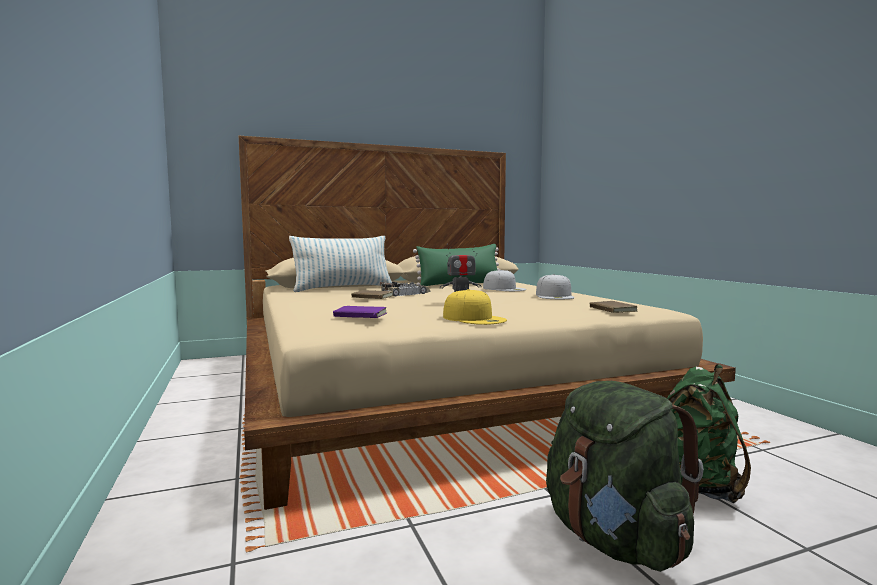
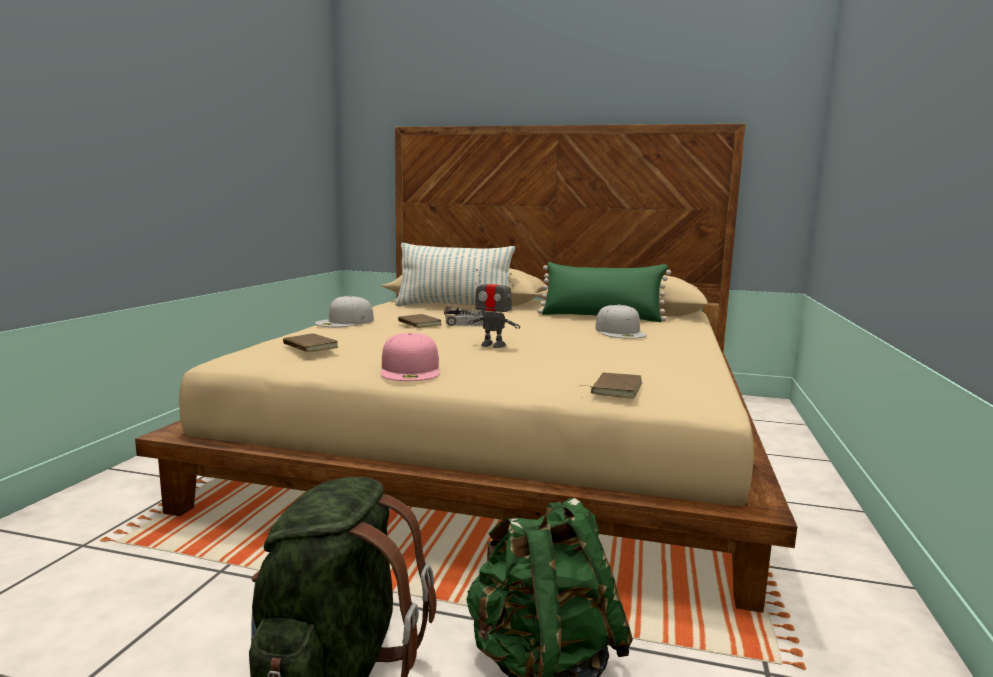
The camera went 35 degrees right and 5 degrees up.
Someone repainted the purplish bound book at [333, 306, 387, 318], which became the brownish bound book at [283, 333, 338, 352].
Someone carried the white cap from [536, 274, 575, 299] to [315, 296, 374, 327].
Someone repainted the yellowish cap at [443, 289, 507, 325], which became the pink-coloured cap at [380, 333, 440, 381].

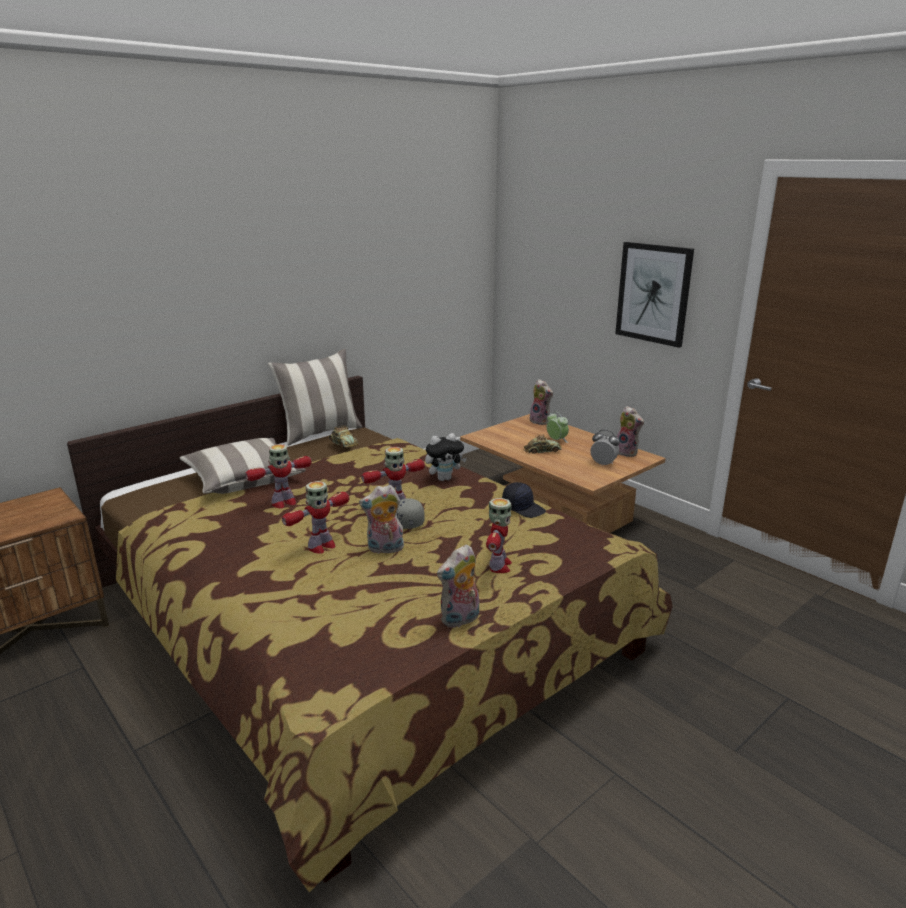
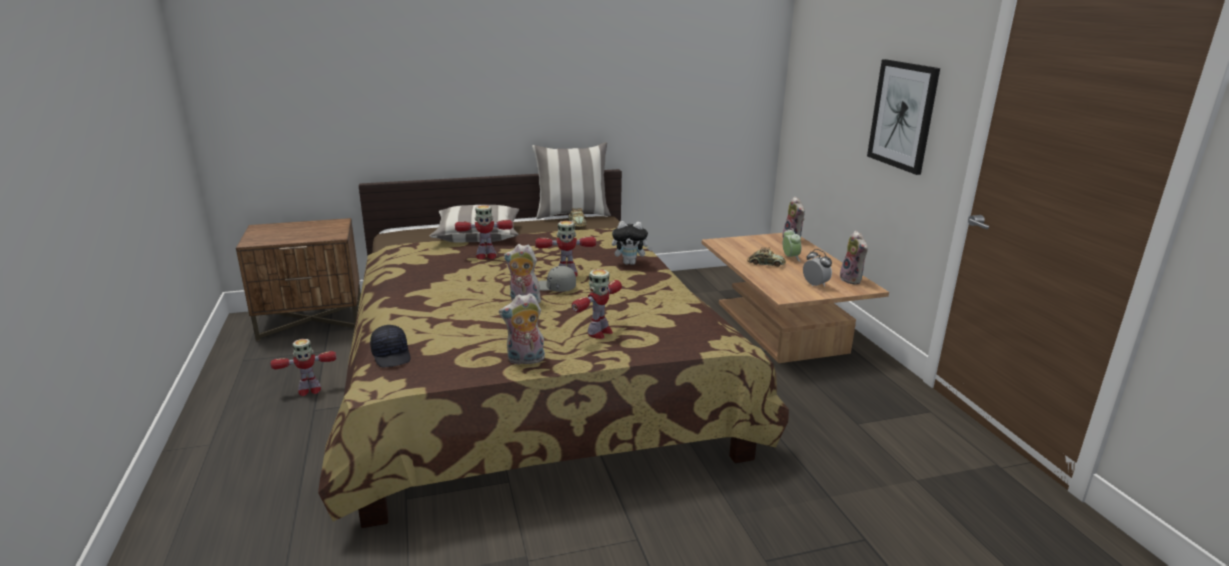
The camera went 25 degrees right and 0 degrees up.
Someone carried the robot figure from [282, 481, 349, 554] to [271, 339, 337, 396].
Someone carried the black-coloured cap from [502, 482, 546, 518] to [370, 325, 410, 368].

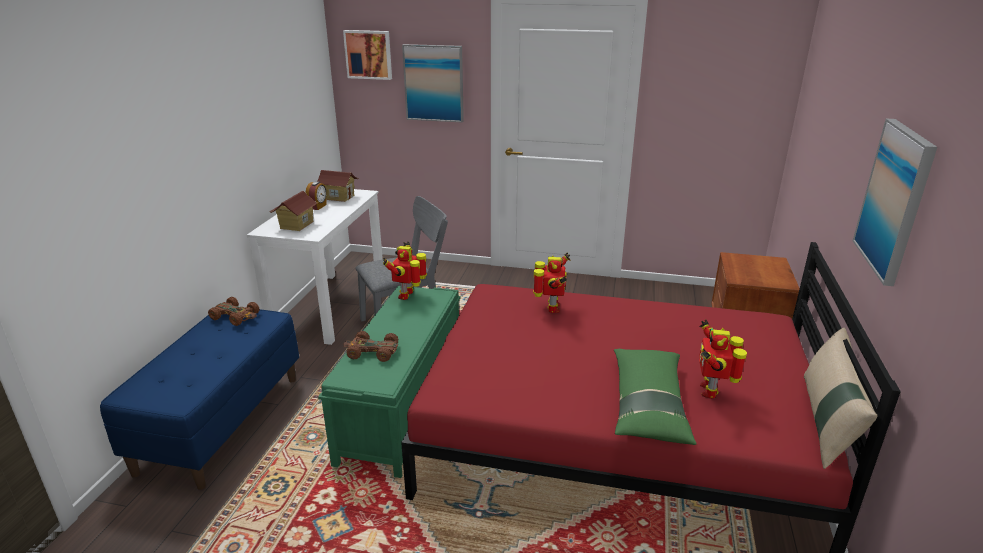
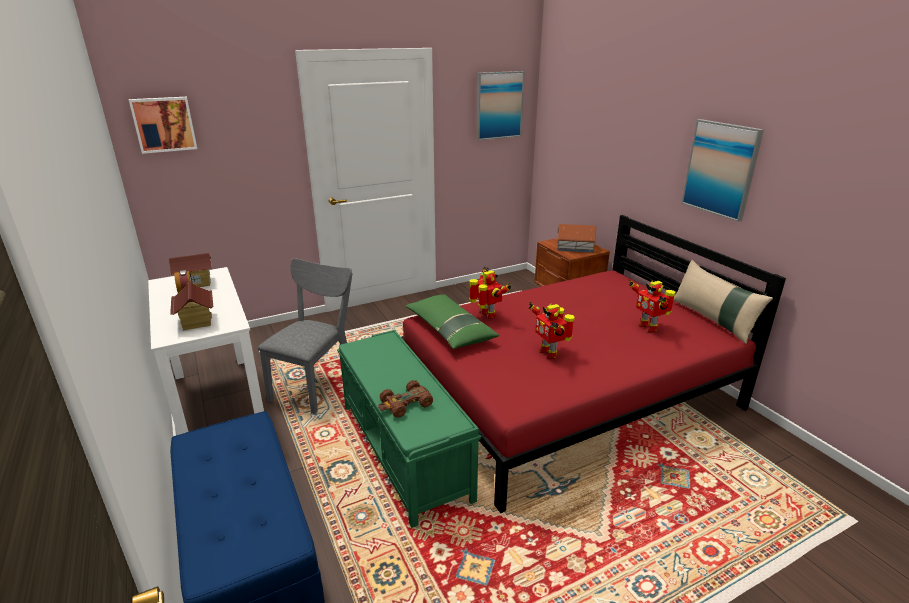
The camera went 40 degrees left and 0 degrees up.
Someone carried the greenish cushion from [614, 349, 697, 445] to [405, 294, 499, 349].
Someone carried the wall art from [402, 44, 464, 122] to [476, 71, 525, 140].
Someone carried the robot figure from [383, 242, 427, 300] to [529, 302, 575, 359].
Someone put down the model house at [557, 224, 596, 253].
Someone took away the brownish miniature car at [208, 297, 259, 326].

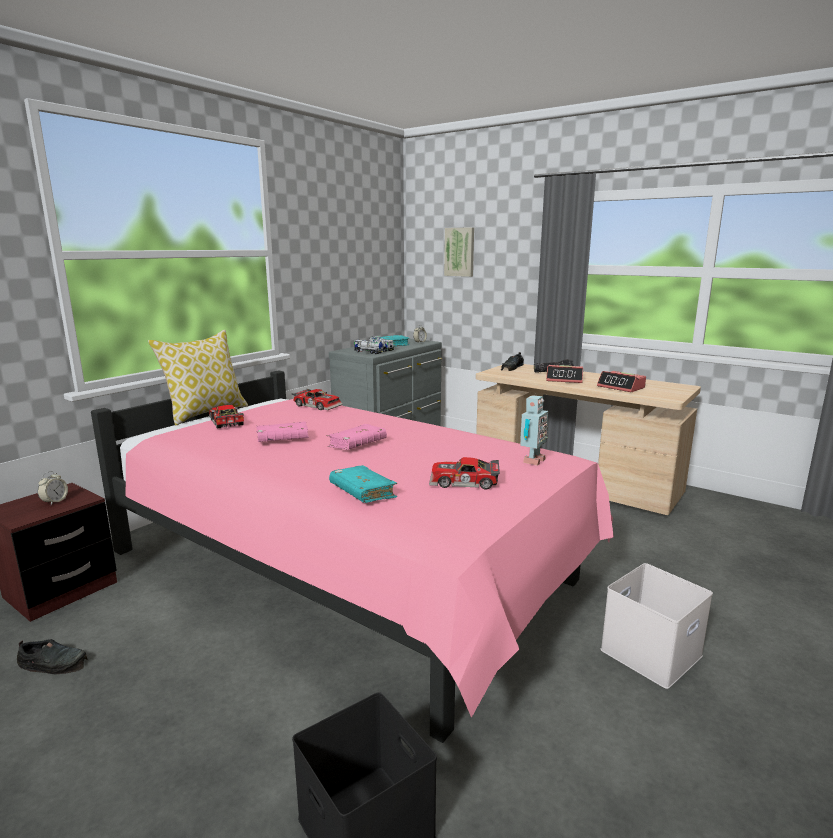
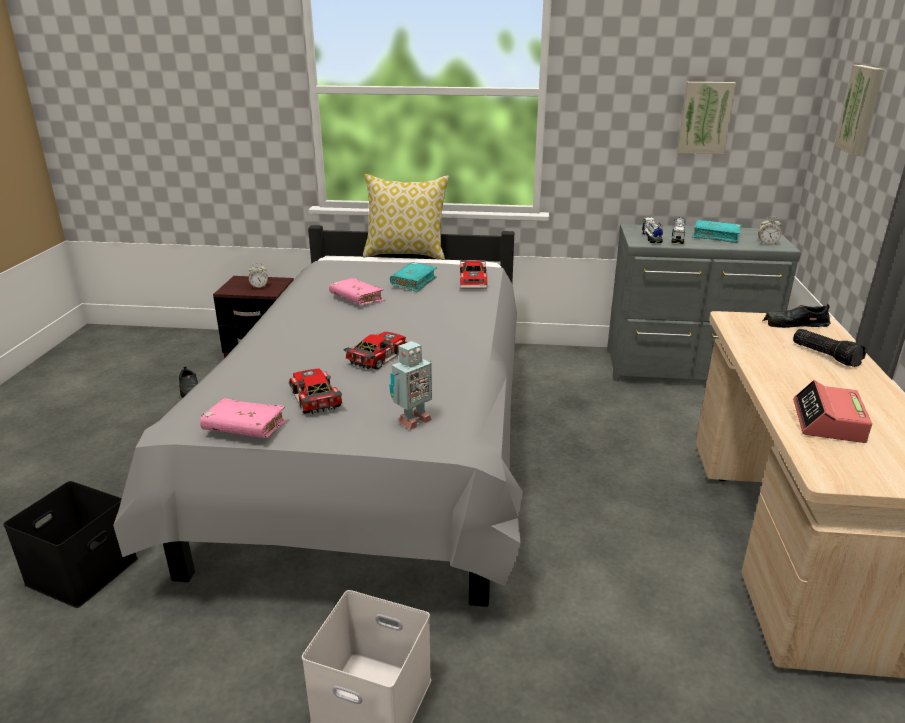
The camera went 60 degrees right and 10 degrees up.
Someone repainted the pink-coloured bedroom bed at [91, 370, 614, 743], which became the grey bedroom bed at [113, 225, 523, 607].
Someone carried the pink-coloured bound book from [327, 424, 387, 450] to [200, 398, 287, 438].
Someone carried the miniature car from [209, 405, 244, 429] to [343, 332, 407, 370].
Someone rotated the robot figure at [520, 395, 548, 466] by 45 degrees counterclockwise.
Someone carried the turquoise bound book from [329, 465, 397, 503] to [390, 262, 437, 292].
Someone put up the wall art at [677, 82, 736, 154].
Someone took away the bedside clock at [546, 365, 583, 383].

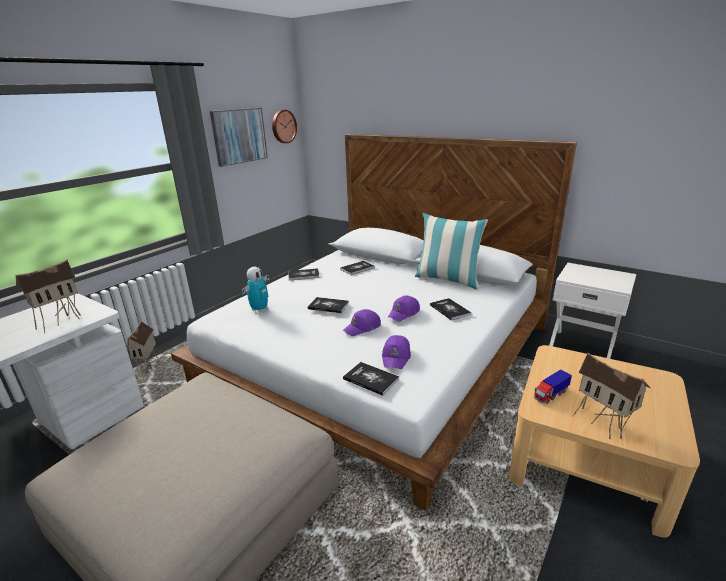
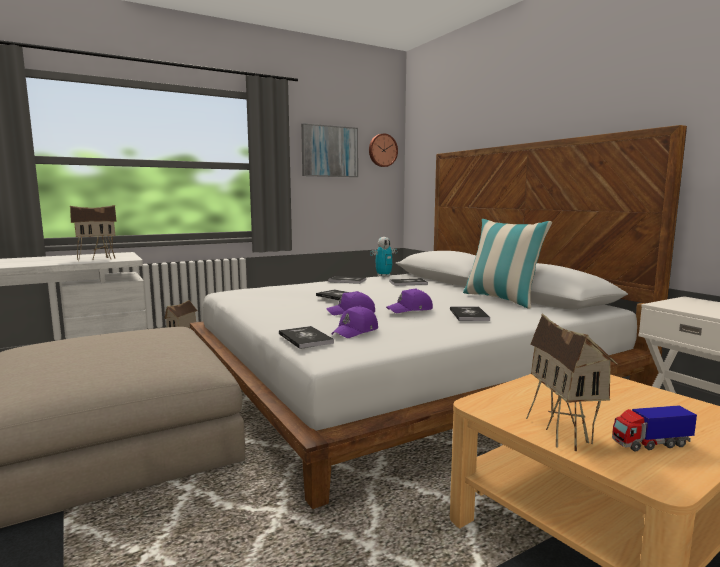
The camera went 25 degrees right and 15 degrees down.
Someone carried the robot figure from [242, 267, 269, 312] to [370, 237, 397, 277].
Someone carried the toy lorry from [534, 369, 572, 404] to [612, 406, 697, 452].

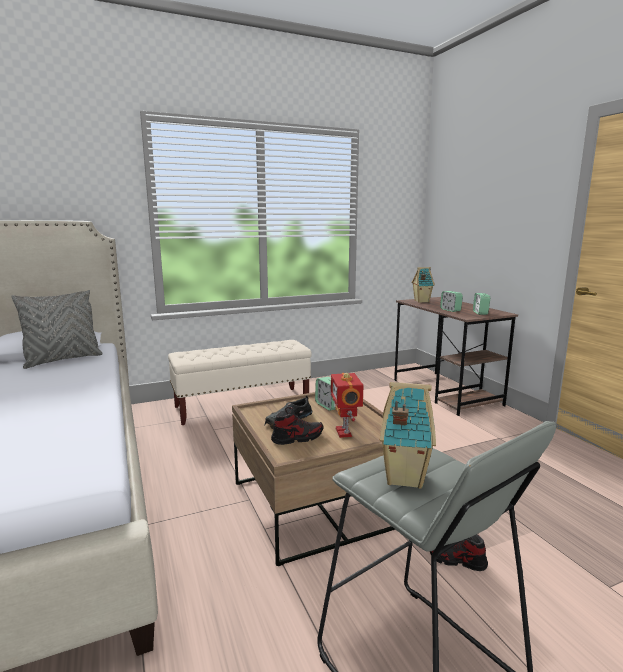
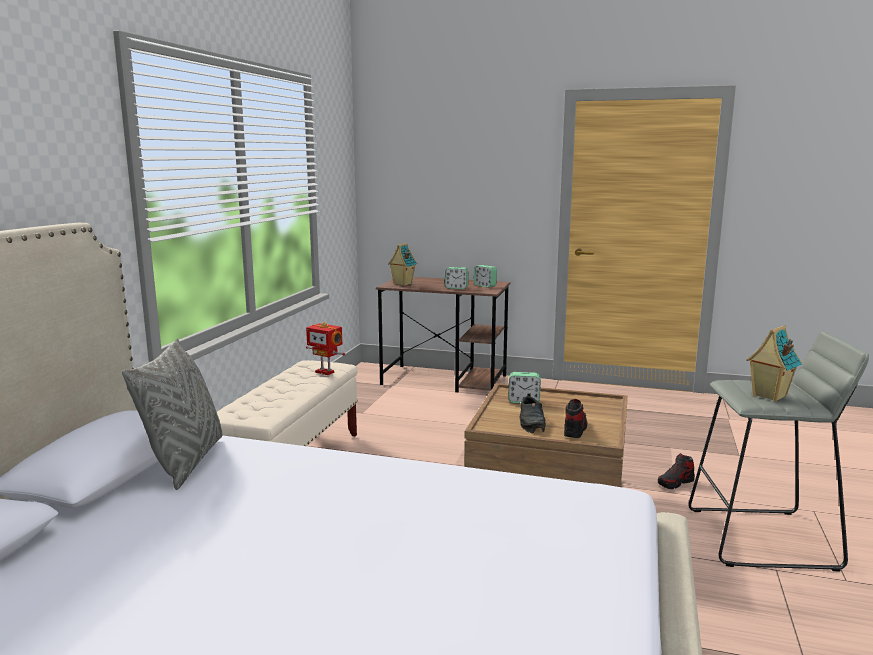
The camera went 50 degrees left and 0 degrees up.
Someone carried the robot figure from [331, 373, 364, 438] to [306, 322, 345, 375].

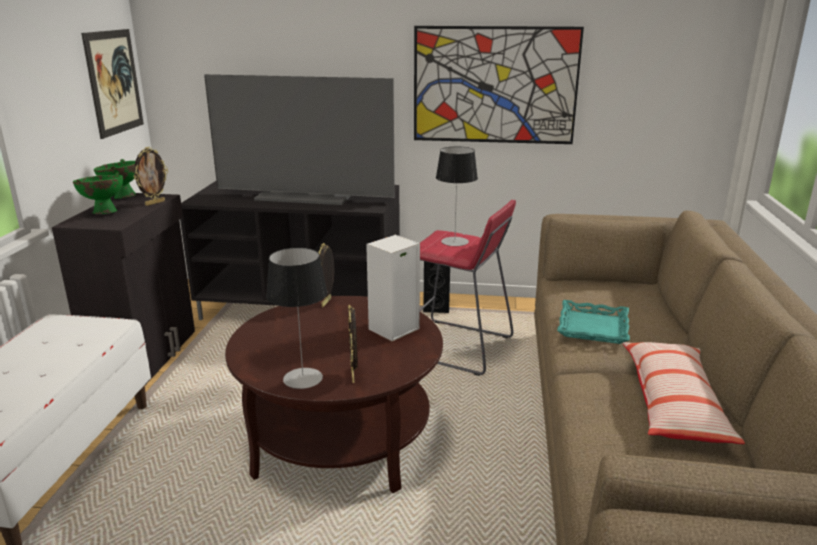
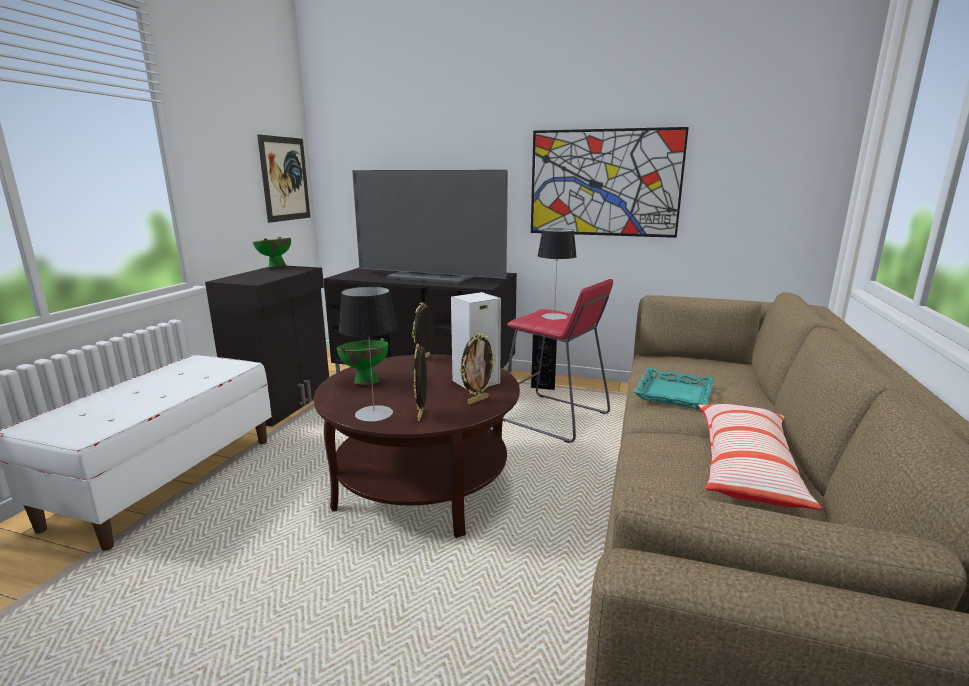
The camera went 10 degrees right and 5 degrees down.
Someone carried the greenish deep dish from [73, 172, 123, 214] to [337, 338, 388, 385].
Someone carried the standing frame from [134, 147, 168, 206] to [460, 333, 496, 405].

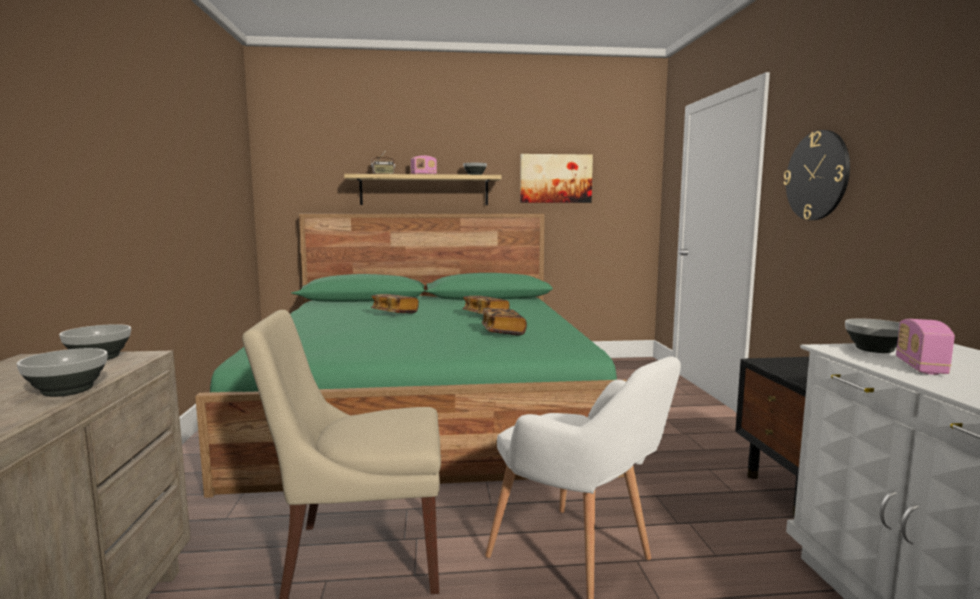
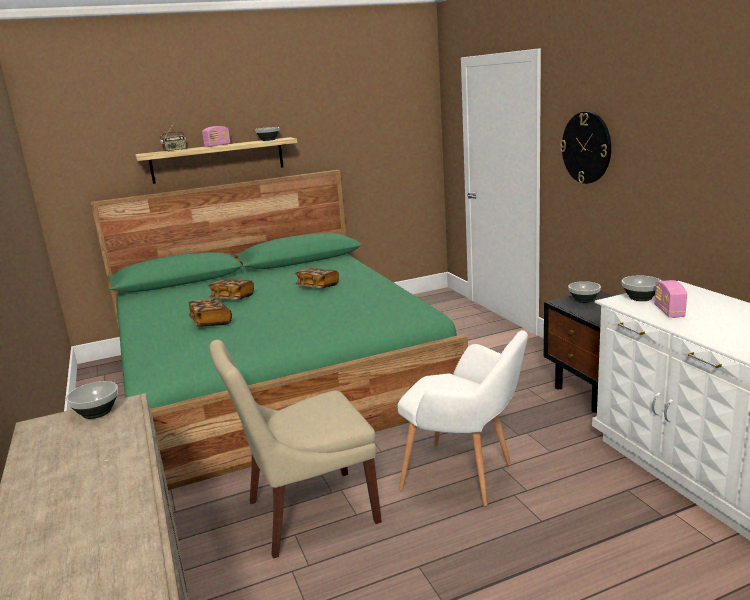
The camera went 15 degrees left and 10 degrees up.
Someone carried the bound book from [482, 308, 527, 336] to [189, 298, 232, 327].
Someone carried the deep dish from [17, 348, 108, 397] to [568, 281, 601, 303].
Someone took away the wall art at [520, 154, 593, 203].

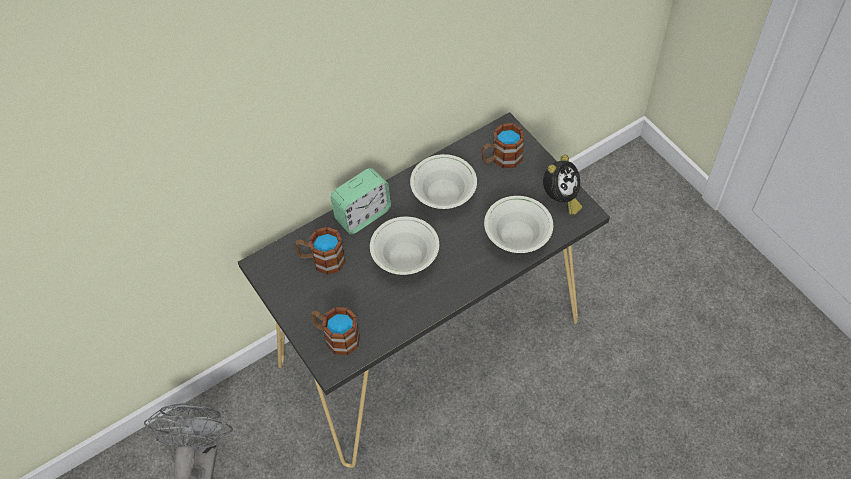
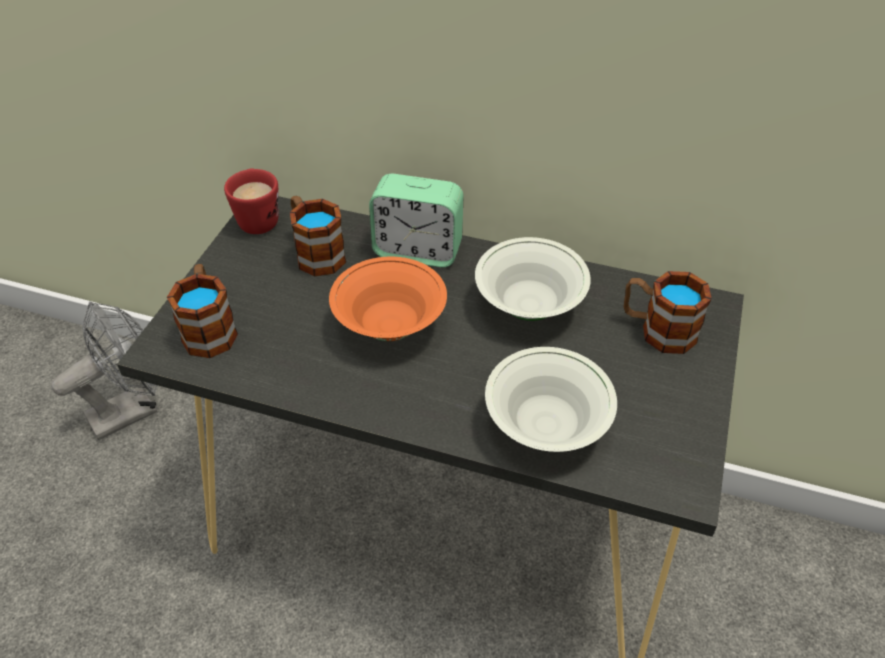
The camera went 50 degrees right and 10 degrees down.
Someone put down the reddish tea mug at [224, 168, 279, 234].
Someone repainted the white deep dish at [370, 217, 439, 275], which became the orange deep dish at [329, 257, 447, 341].
Someone took away the bedside clock at [543, 155, 582, 215].

